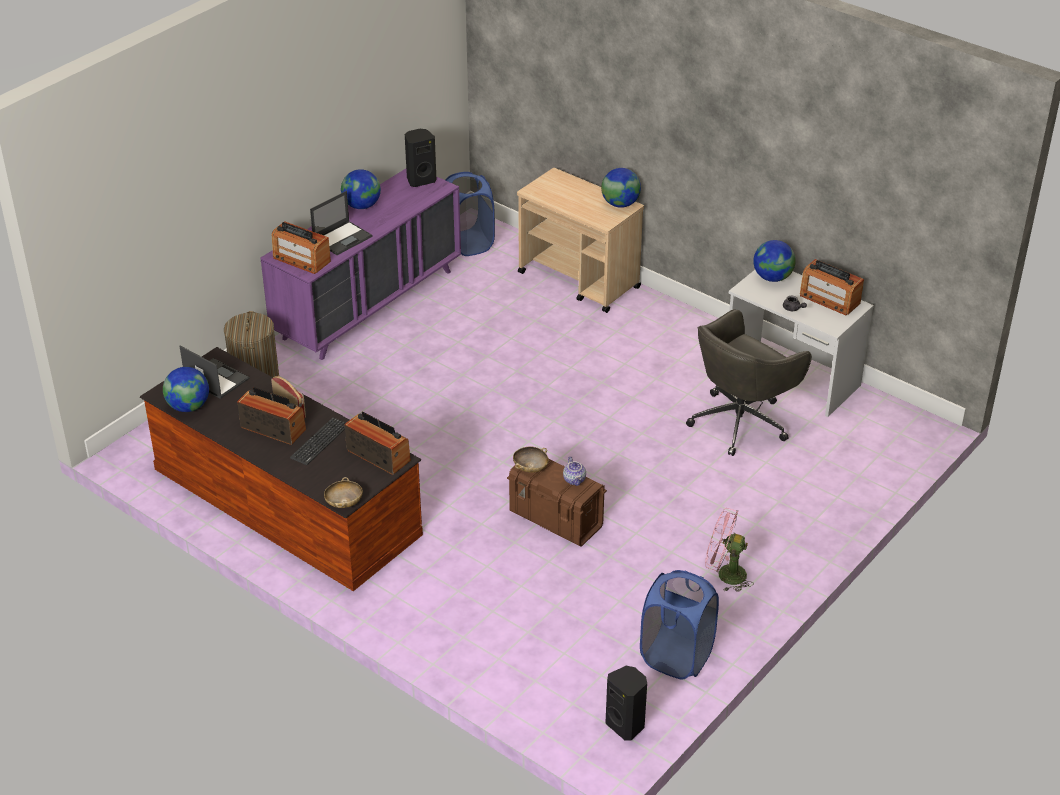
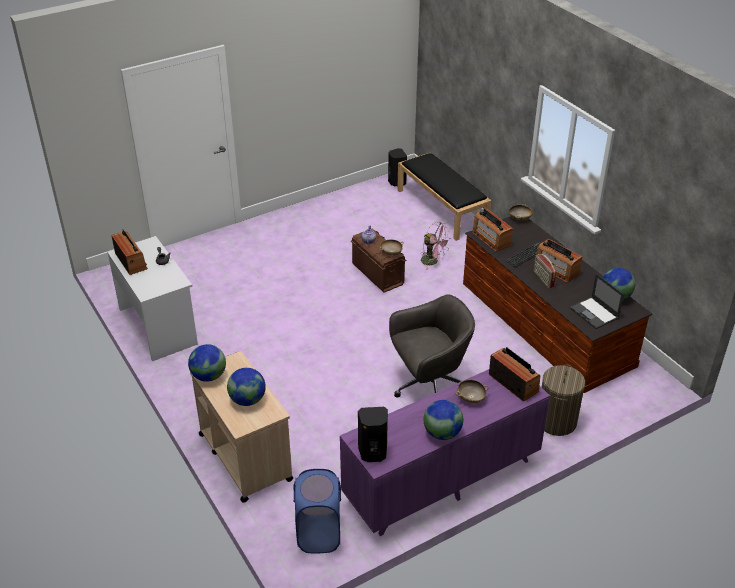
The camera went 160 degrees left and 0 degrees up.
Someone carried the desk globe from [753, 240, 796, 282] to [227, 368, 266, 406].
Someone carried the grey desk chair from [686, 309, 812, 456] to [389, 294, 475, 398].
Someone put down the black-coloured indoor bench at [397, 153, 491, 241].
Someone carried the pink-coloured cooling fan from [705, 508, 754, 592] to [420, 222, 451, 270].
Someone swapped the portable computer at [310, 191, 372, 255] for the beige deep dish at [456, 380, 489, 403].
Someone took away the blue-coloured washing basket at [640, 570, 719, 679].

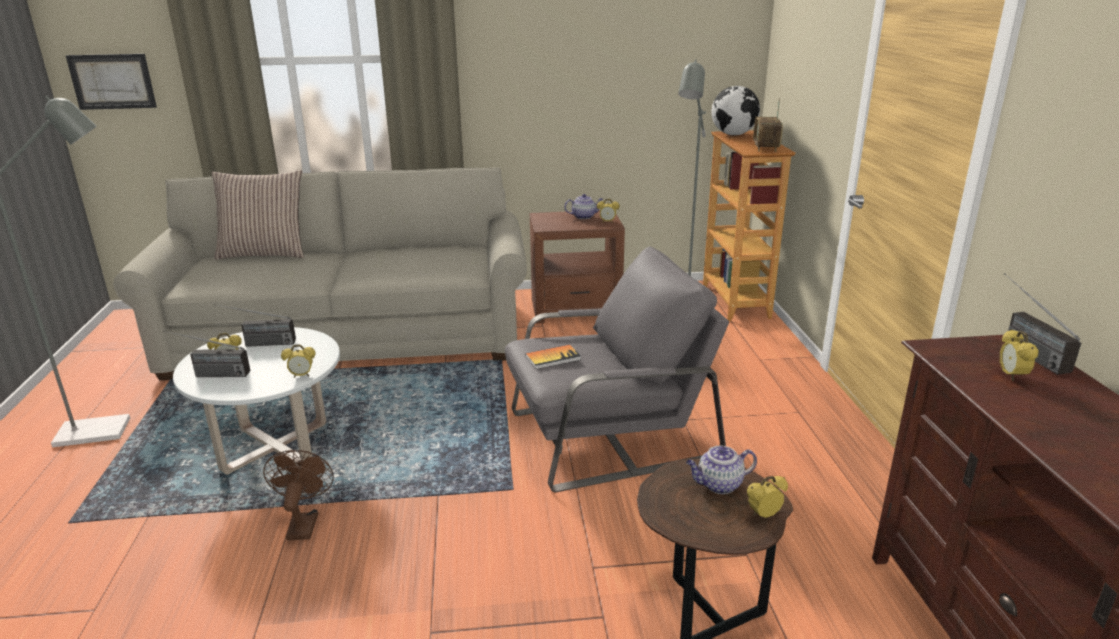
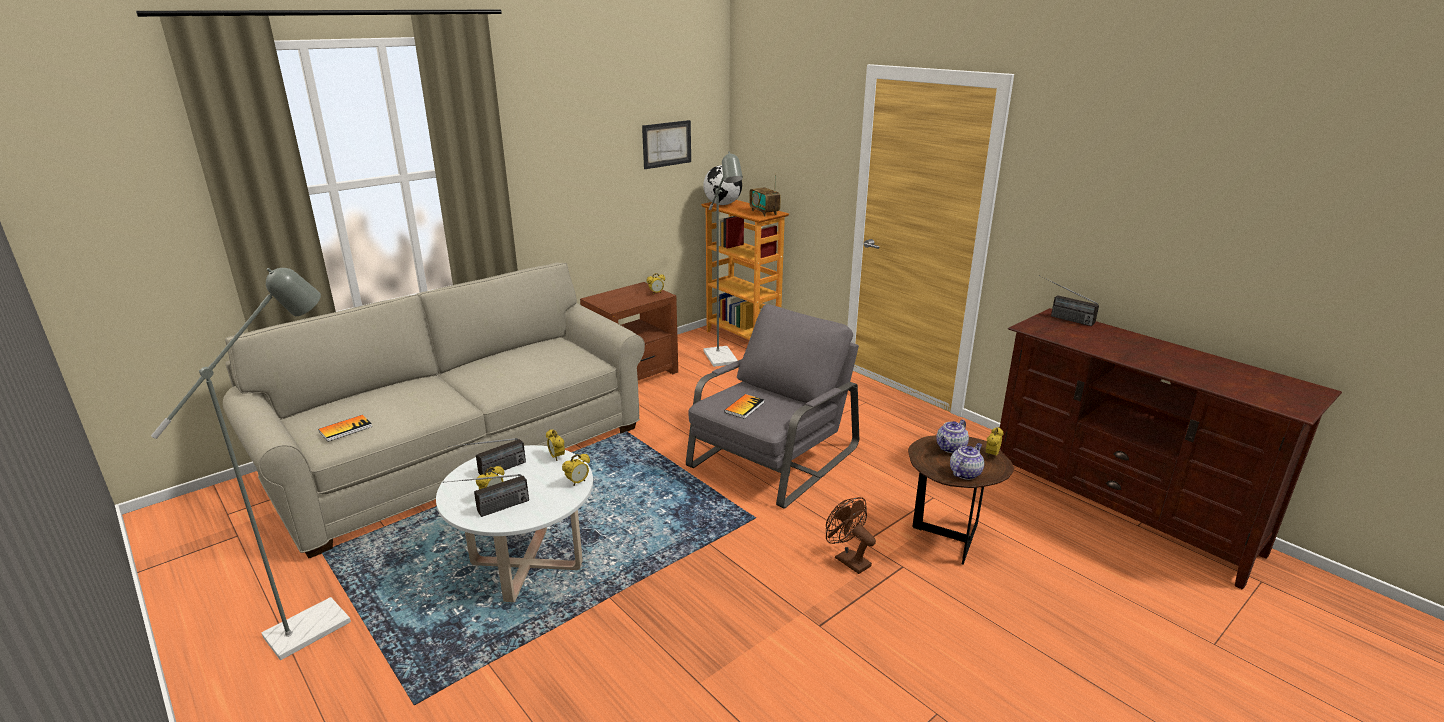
The camera went 35 degrees left and 0 degrees up.
Someone put down the bound book at [318, 415, 372, 442].
Someone carried the bedside clock from [1000, 329, 1038, 381] to [546, 429, 565, 461].
Someone carried the wall art from [66, 54, 157, 110] to [642, 120, 691, 169].
Someone carried the brownish cooling fan from [263, 450, 334, 541] to [826, 497, 876, 574].
Someone carried the pot for tea from [564, 194, 603, 219] to [950, 443, 984, 480].
Someone took away the cushion at [212, 170, 304, 260].

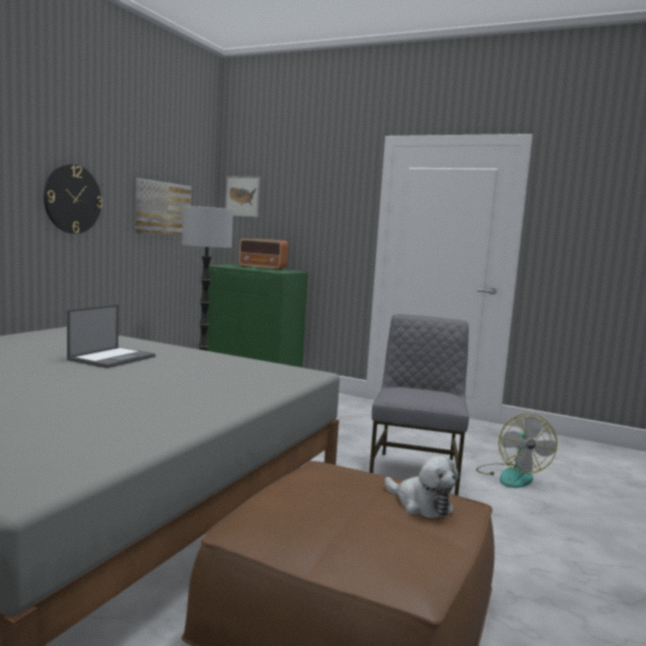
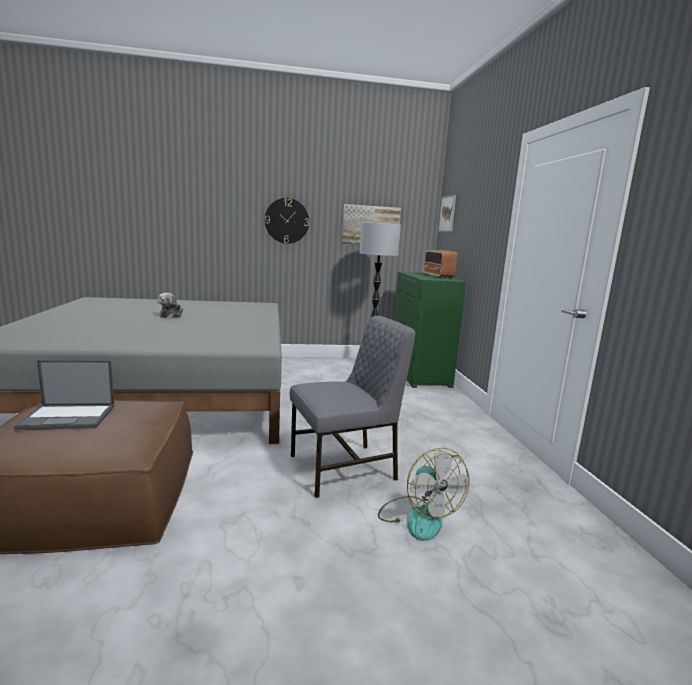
The camera went 55 degrees right and 5 degrees up.
Someone carried the portable computer from [67, 304, 156, 368] to [14, 360, 115, 430].
Someone carried the plush toy from [385, 456, 459, 518] to [158, 293, 183, 318].
Someone rotated the cooling fan at [476, 413, 557, 488] by 75 degrees counterclockwise.

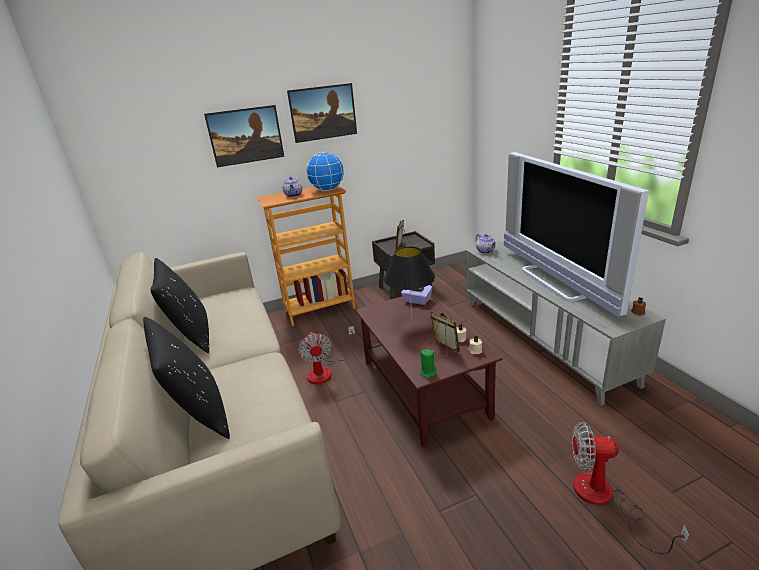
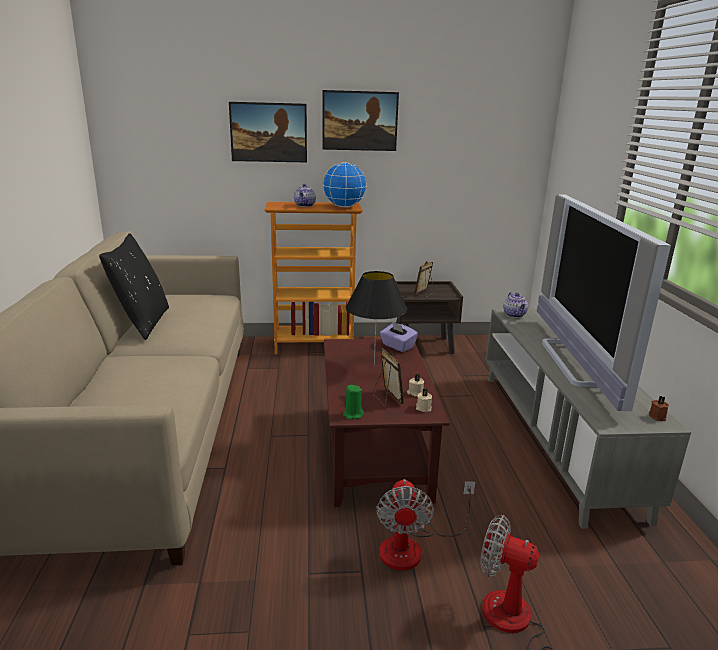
The camera went 15 degrees right and 5 degrees down.
Someone carried the cooling fan from [298, 326, 355, 384] to [376, 479, 475, 571].
Someone took away the black-coloured cushion at [143, 317, 230, 439].

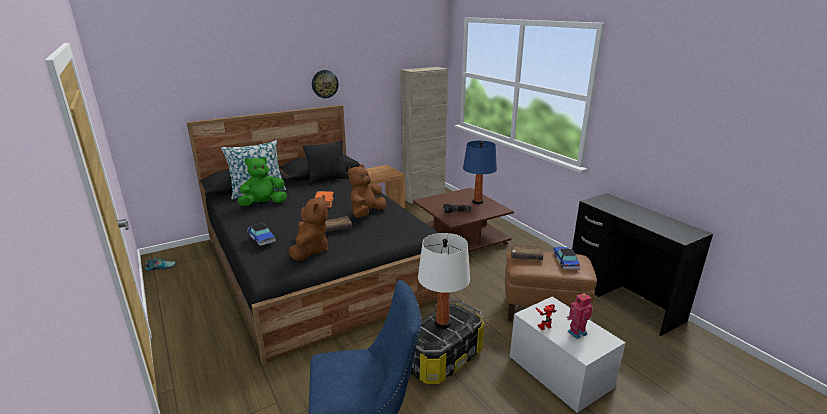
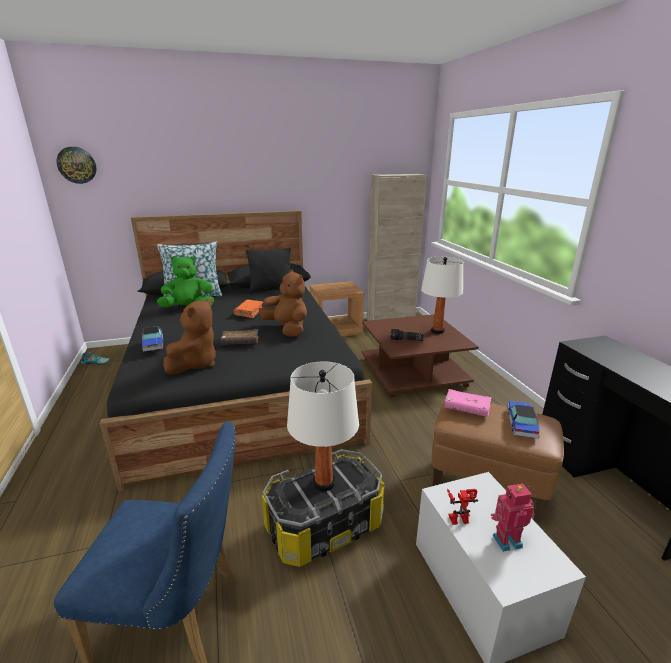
The camera went 15 degrees right and 0 degrees up.
Someone carried the wall clock from [312, 70, 339, 98] to [56, 147, 97, 184].
Someone rotated the brownish plush toy at [348, 164, 386, 218] by 90 degrees clockwise.
Someone repainted the blue-coloured tabletop lamp at [463, 141, 497, 204], which became the white tabletop lamp at [421, 257, 463, 334].
Someone repainted the brownish bound book at [510, 245, 544, 260], which became the pink-coloured bound book at [444, 389, 491, 417].

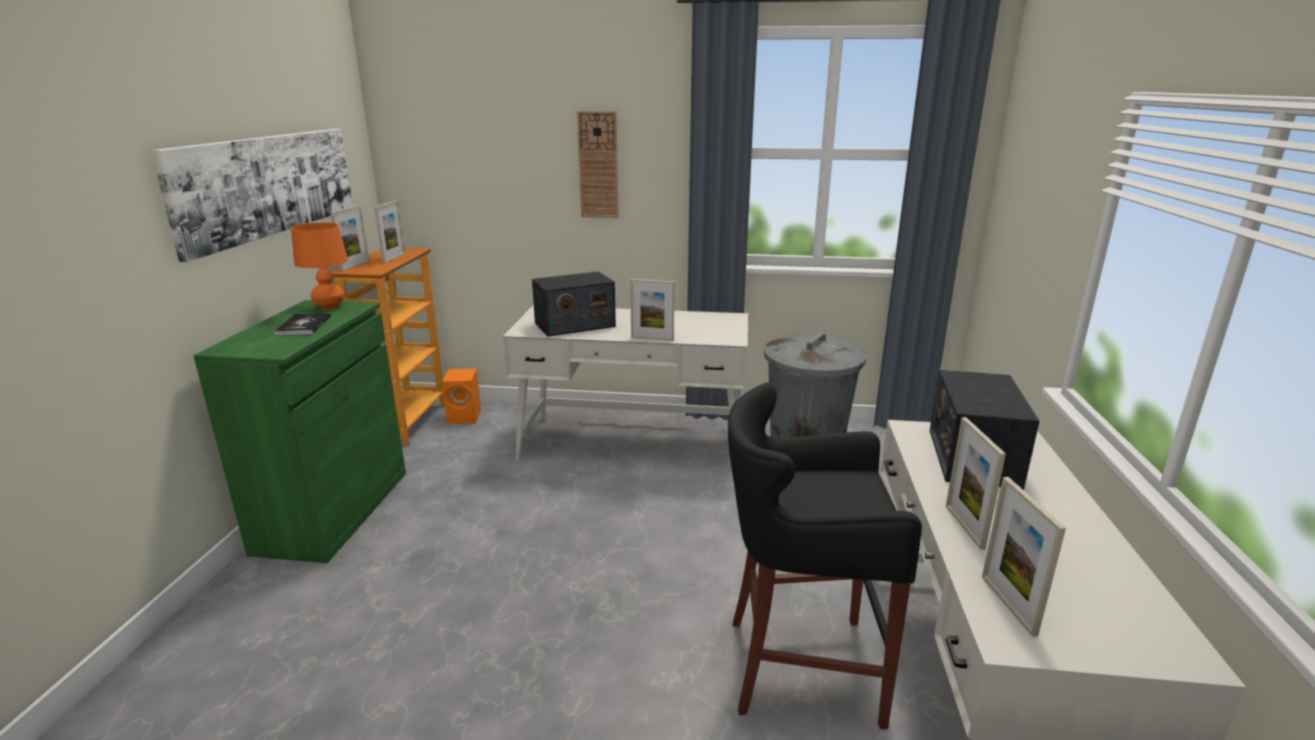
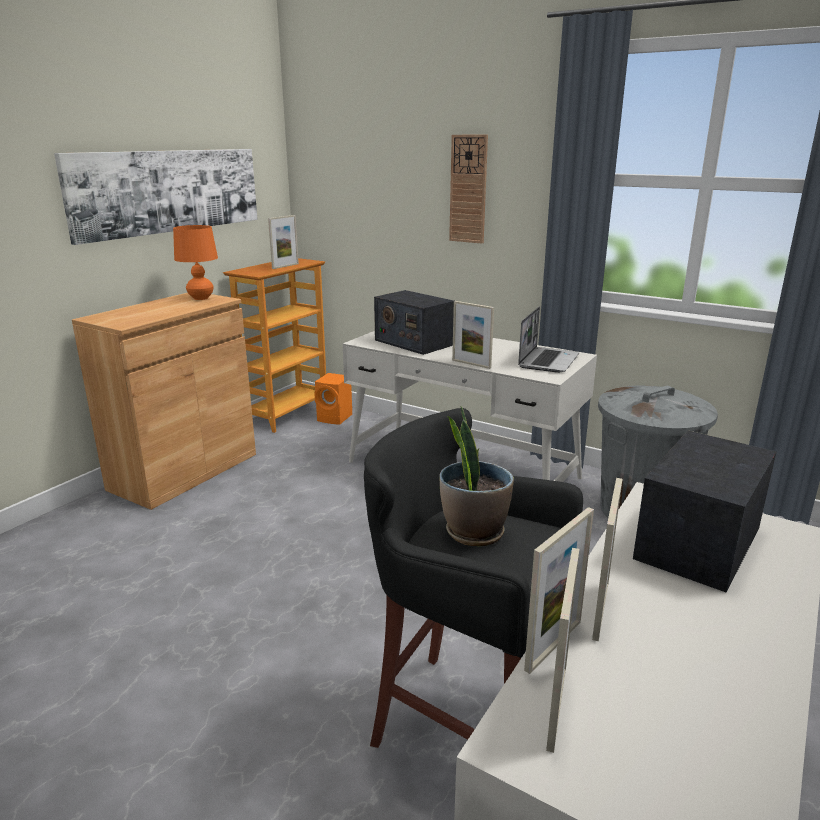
The camera went 25 degrees right and 0 degrees up.
Someone repainted the greenish cabinet at [193, 300, 406, 563], which became the brownish cabinet at [72, 293, 256, 510].
Someone rotated the radio receiver at [532, 271, 616, 337] by 45 degrees clockwise.
Someone put down the potted plant at [440, 406, 514, 546].
Someone put down the portable computer at [518, 307, 579, 373].
Someone carried the standing frame from [330, 206, 370, 271] to [524, 507, 594, 674].
Someone took away the bound book at [274, 313, 331, 335].

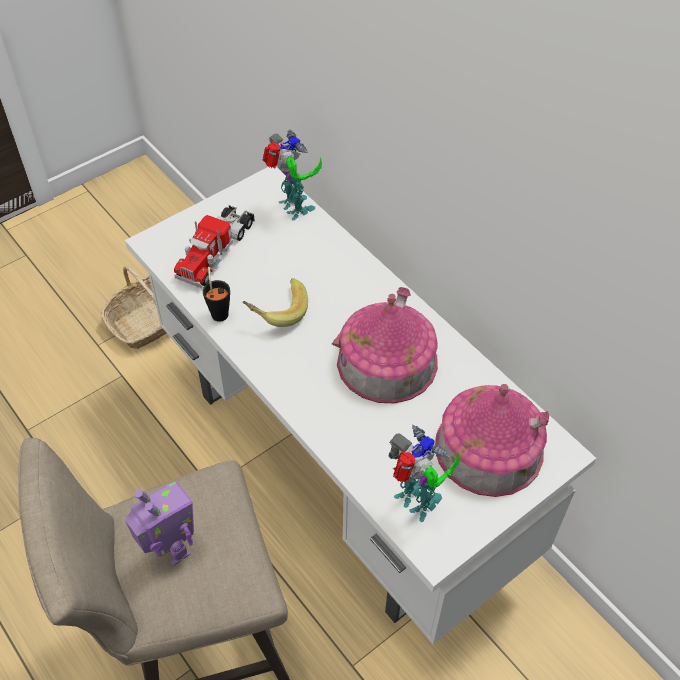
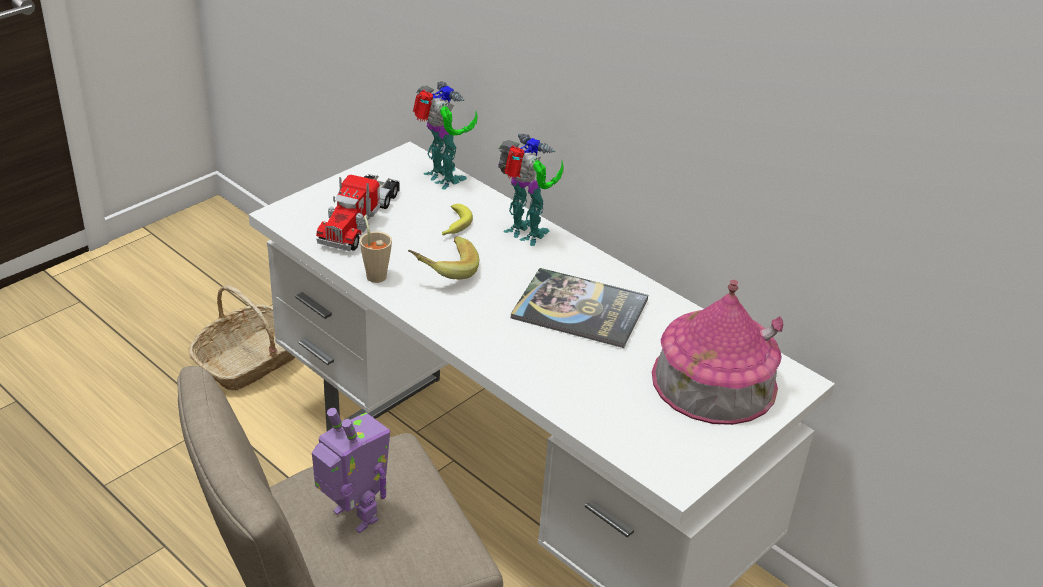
The camera went 10 degrees left and 15 degrees down.
Someone repainted the black-coloured cup at [203, 267, 230, 322], which became the beige cup at [360, 216, 392, 283].
Someone put down the banana at [442, 204, 473, 235].
Someone carried the robot figure from [388, 425, 459, 522] to [498, 134, 564, 246].
Someone swapped the model house at [332, 287, 438, 403] for the bound book at [511, 268, 648, 348].

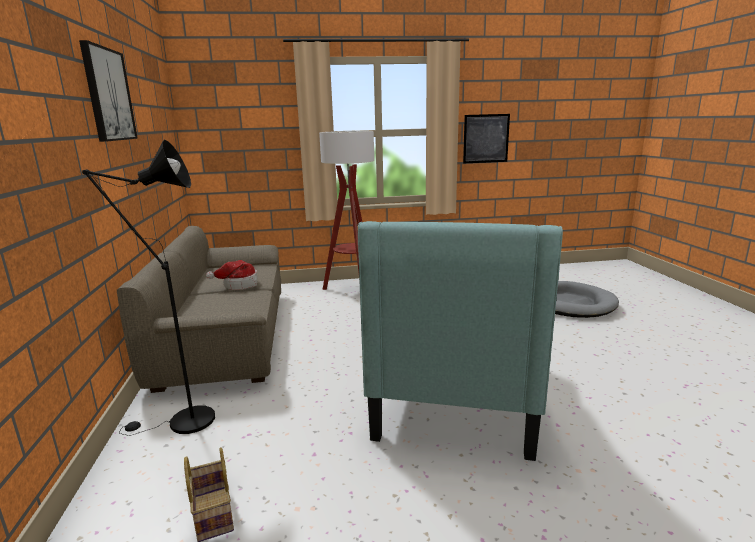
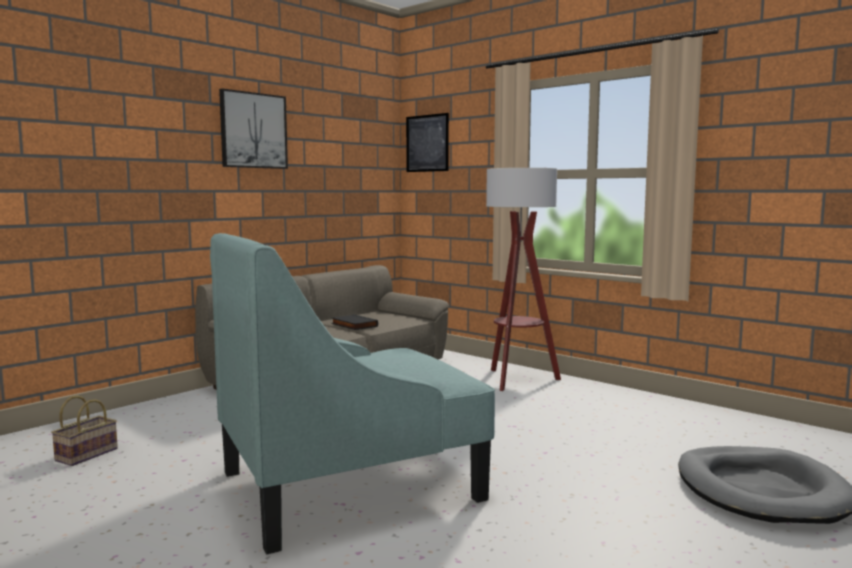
The camera went 50 degrees right and 10 degrees down.
Someone swapped the clothing hat at [206, 260, 257, 290] for the black-coloured bound book at [332, 314, 378, 330].
Someone carried the wall art from [463, 114, 510, 163] to [406, 113, 449, 172].
Someone took away the black-coloured standing lamp at [82, 140, 215, 436].

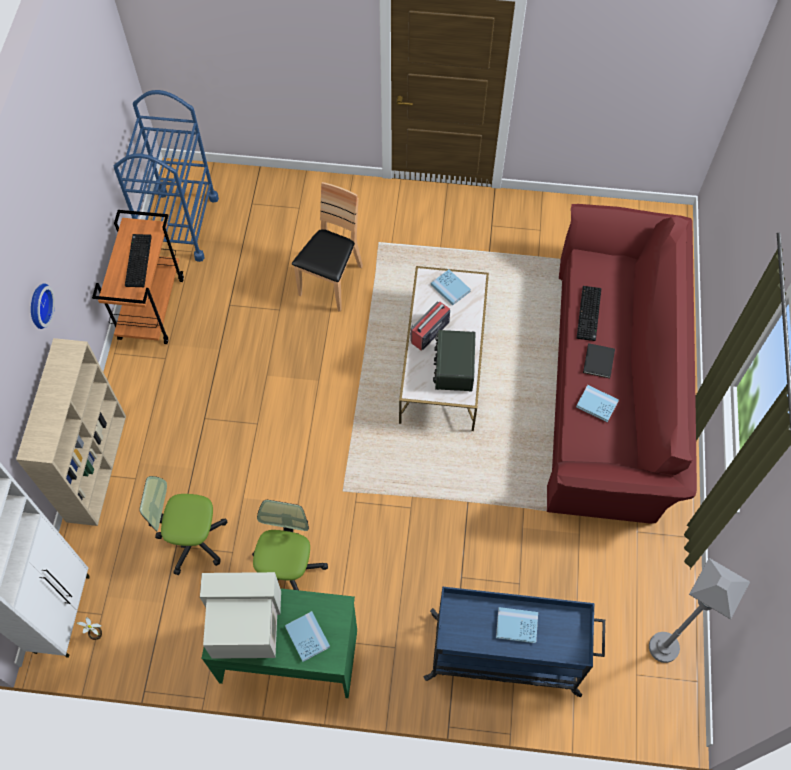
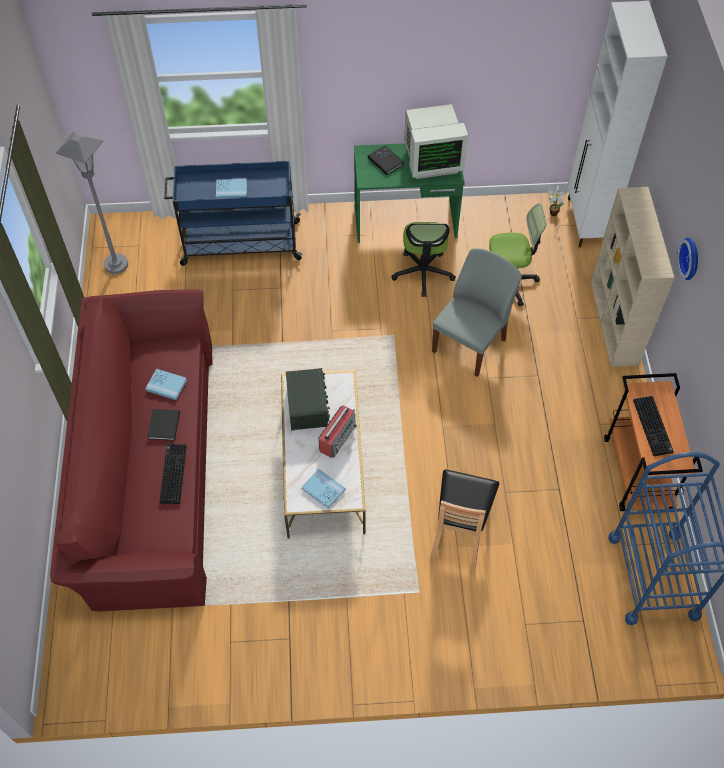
The camera went 170 degrees right and 5 degrees down.
Someone repainted the blue-coloured bound book at [285, 611, 330, 662], which became the black-coloured bound book at [368, 145, 404, 175].
Someone put down the grey upright chair at [432, 248, 522, 377].

